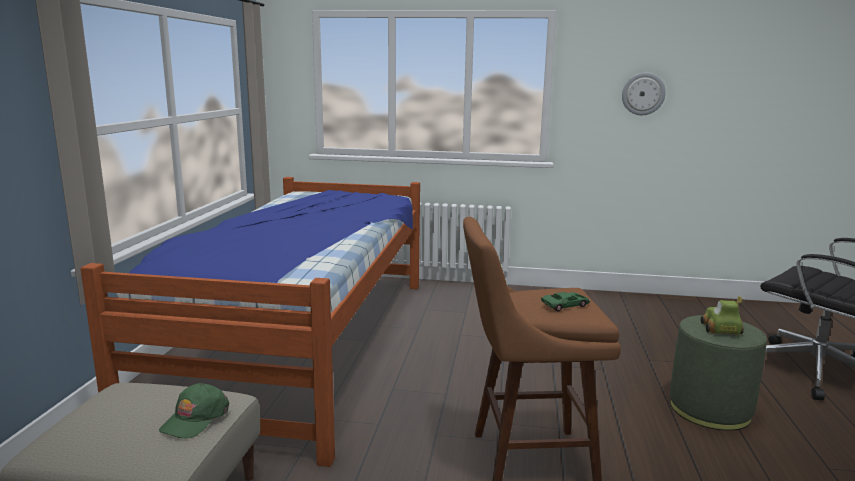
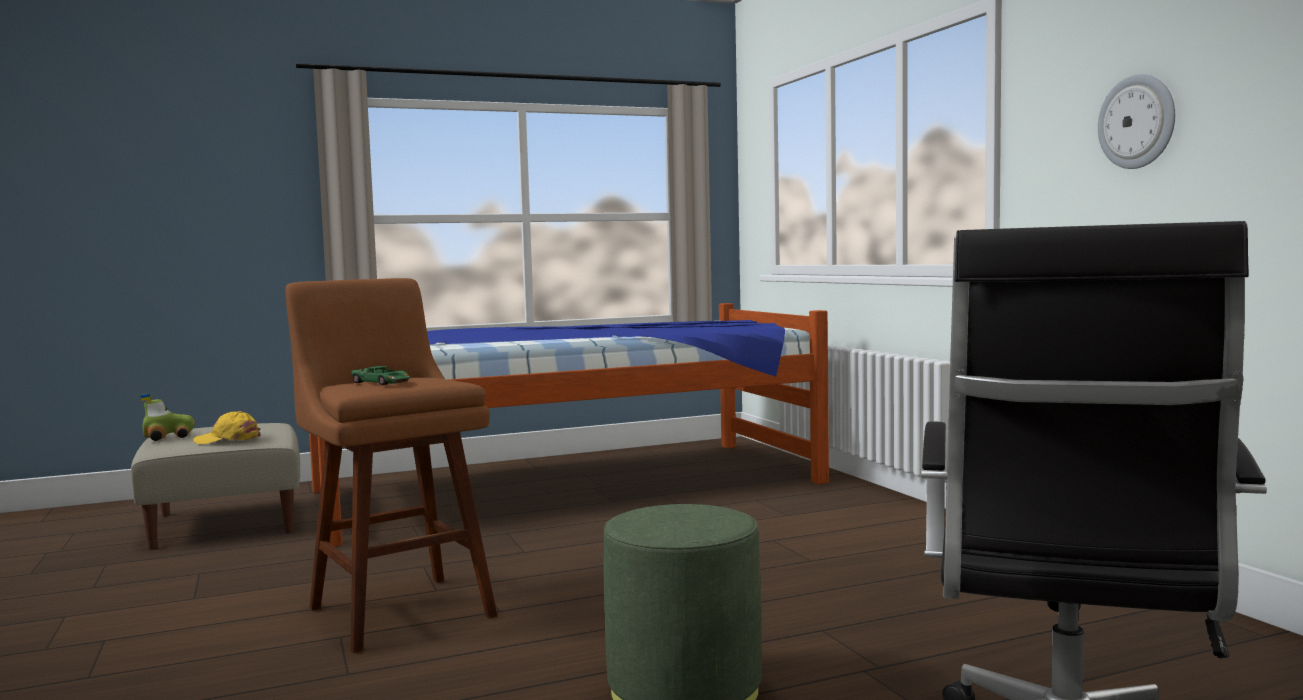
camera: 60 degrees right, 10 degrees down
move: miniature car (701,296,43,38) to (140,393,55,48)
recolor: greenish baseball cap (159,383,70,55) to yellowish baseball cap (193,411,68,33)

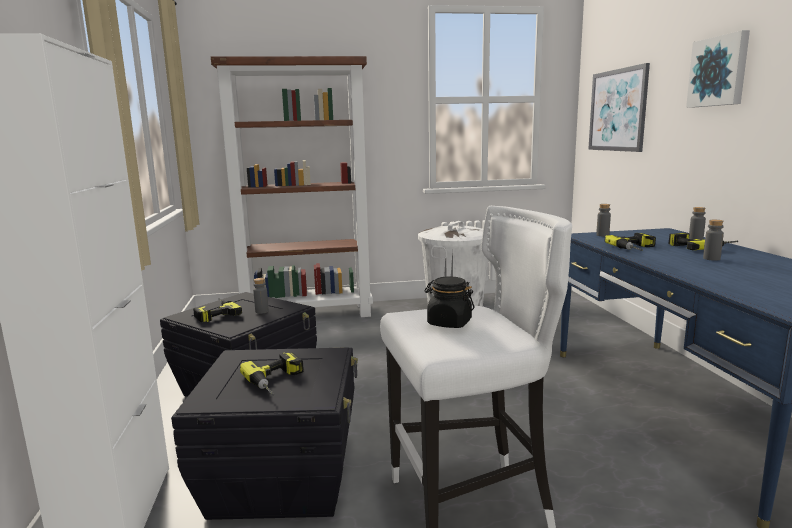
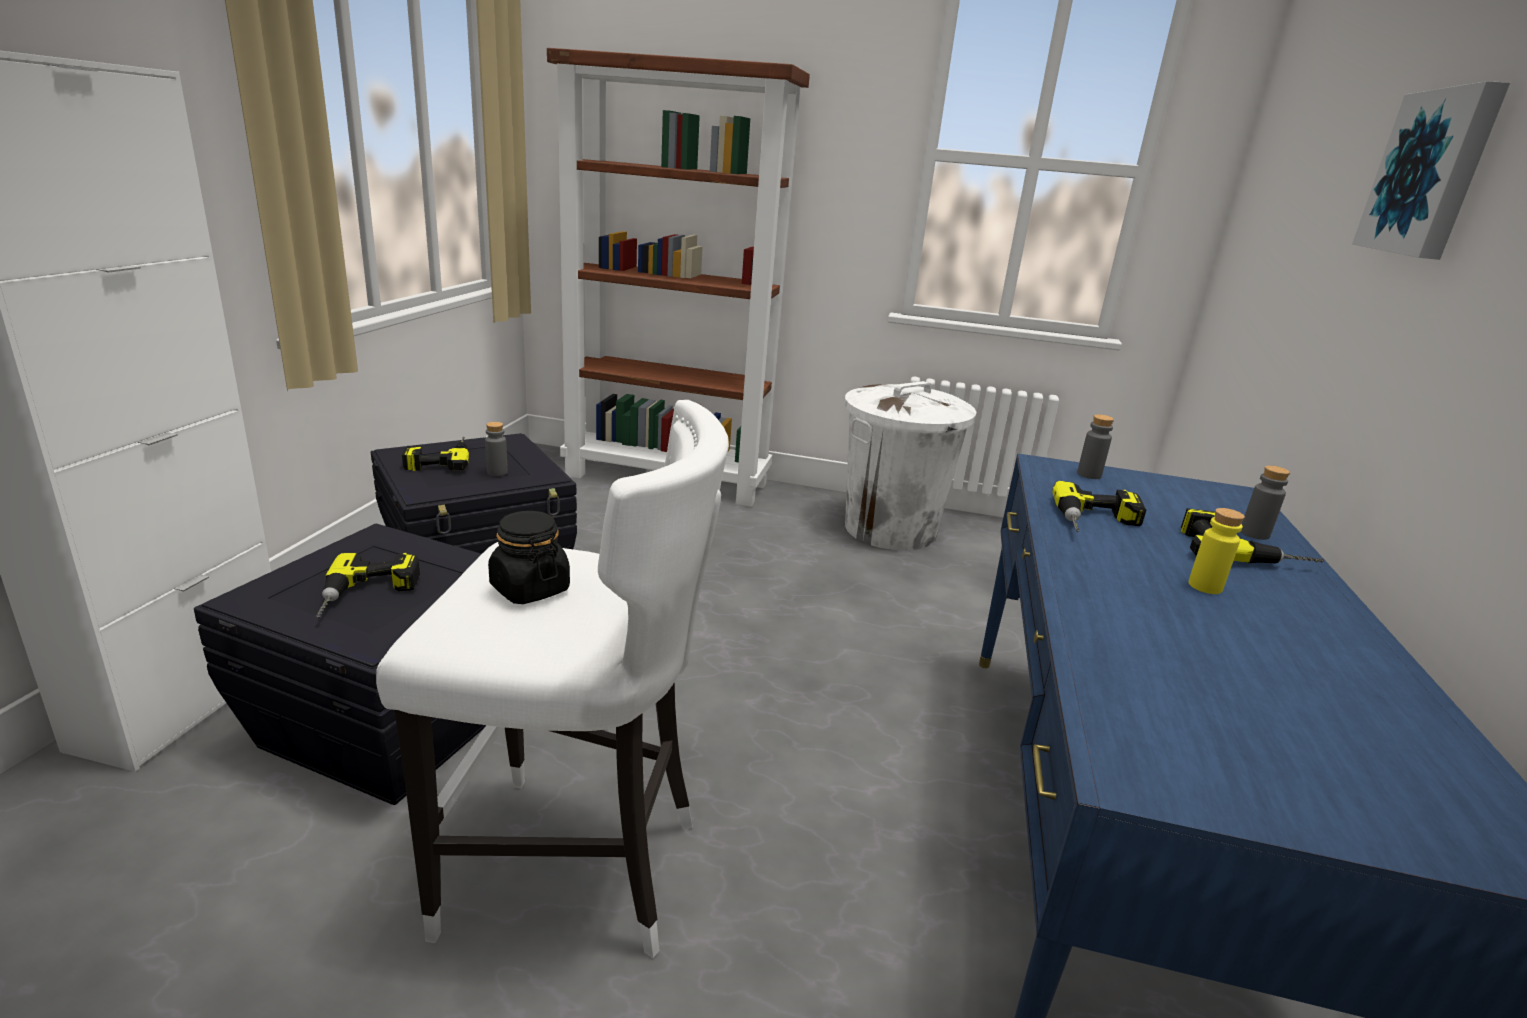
camera: 20 degrees right, 10 degrees up
delete: wall art (588,63,62,89)
recolor: grey drink bottle (703,220,21,41) to yellowish drink bottle (1189,508,56,86)

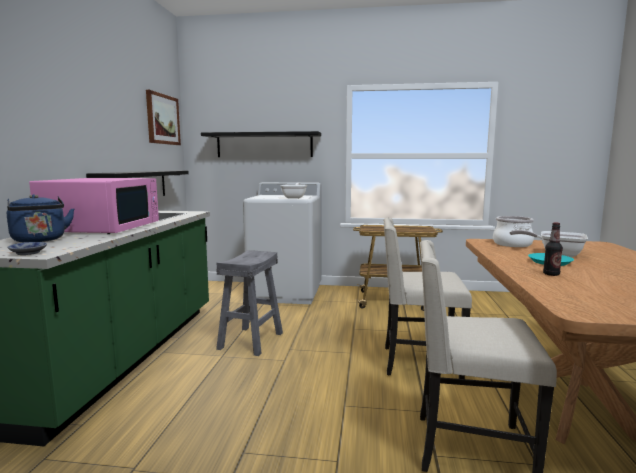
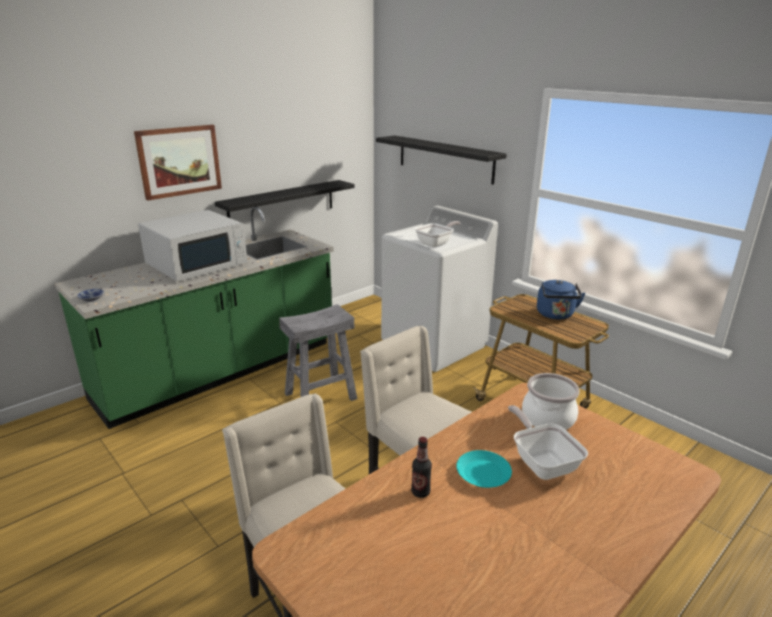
camera: 40 degrees right, 15 degrees up
move: wall art (146,90,35,55) to (134,125,88,76); blue-coloured water kettle (7,194,67,49) to (537,280,49,40)
recolor: pink-coloured microwave oven (29,178,130,56) to white-coloured microwave oven (138,210,109,72)

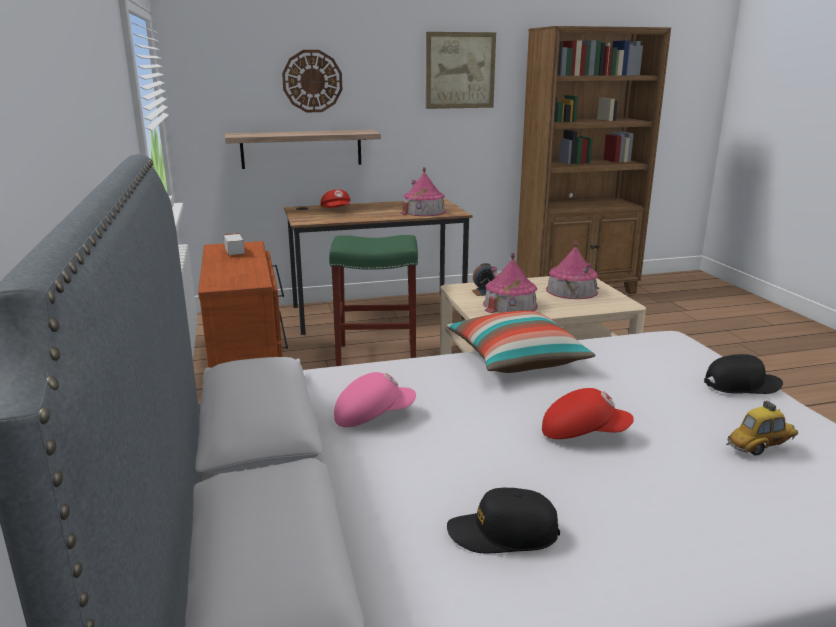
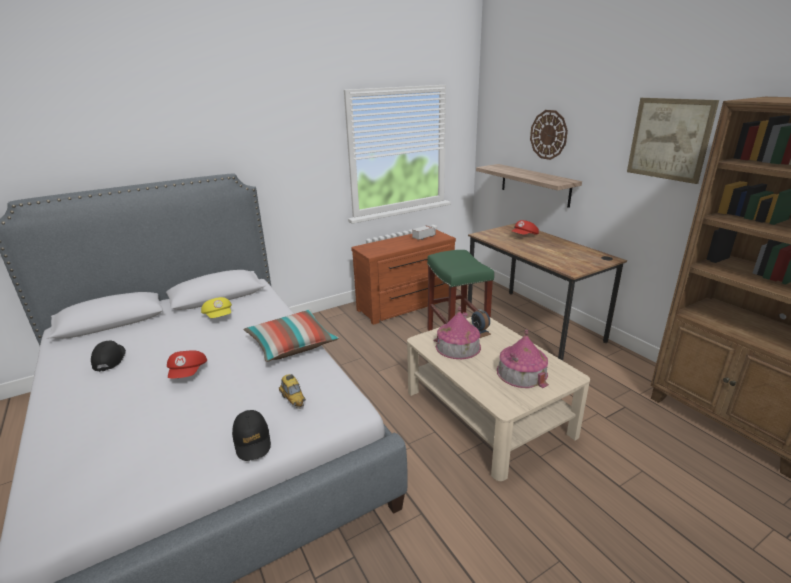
camera: 75 degrees right, 5 degrees up
delete: miniature house (400,167,46,49)
move: miniature car (726,399,72,57) to (279,374,27,35)
recolor: pink-coloured baseball cap (334,372,82,55) to yellowish baseball cap (201,297,31,21)

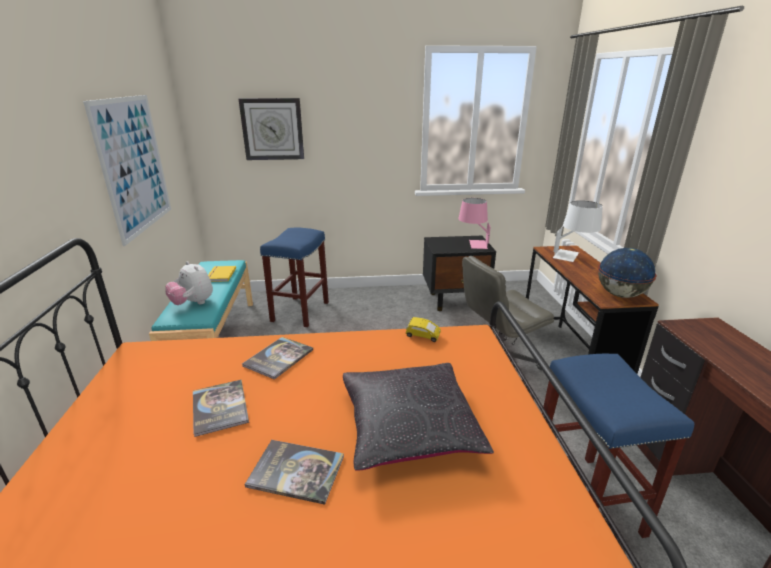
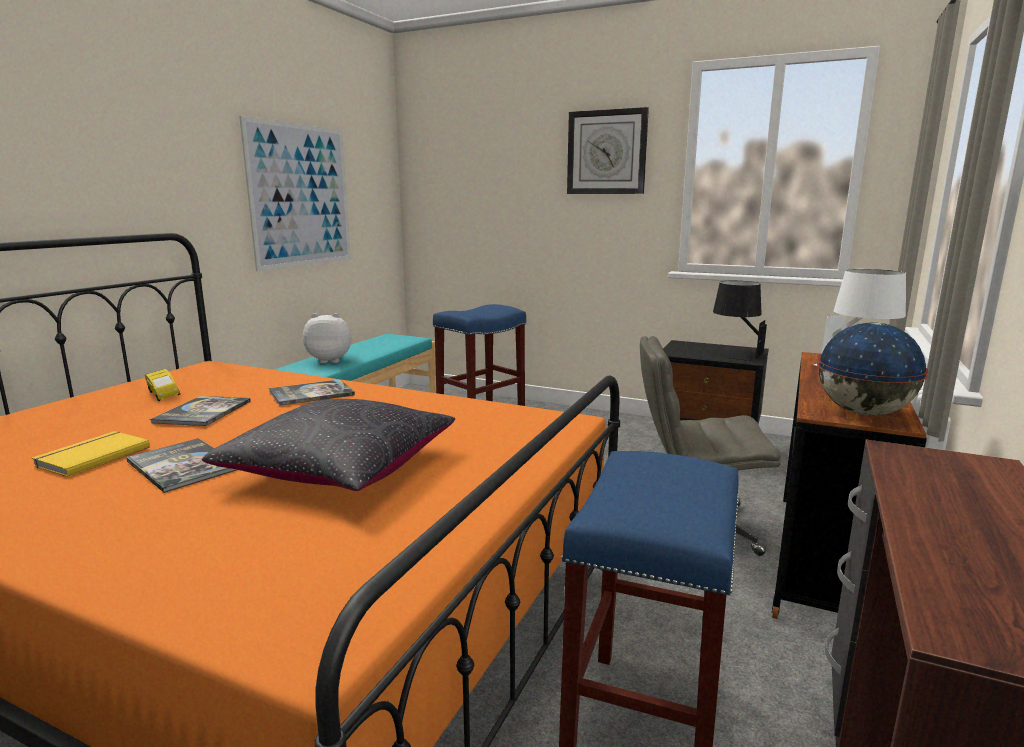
camera: 30 degrees right, 10 degrees down
move: yellowish book (208,266,28,16) to (32,431,118,46); yellowish miniature car (406,317,35,25) to (145,369,35,32); hanging clock (238,98,66,62) to (567,107,82,87)
recolor: pink-coloured lamp for a table (458,198,33,51) to black lamp for a table (713,281,54,80)
rotate: cuddly toy (165,261,48,44) = (303,313,48,50) 105 degrees clockwise

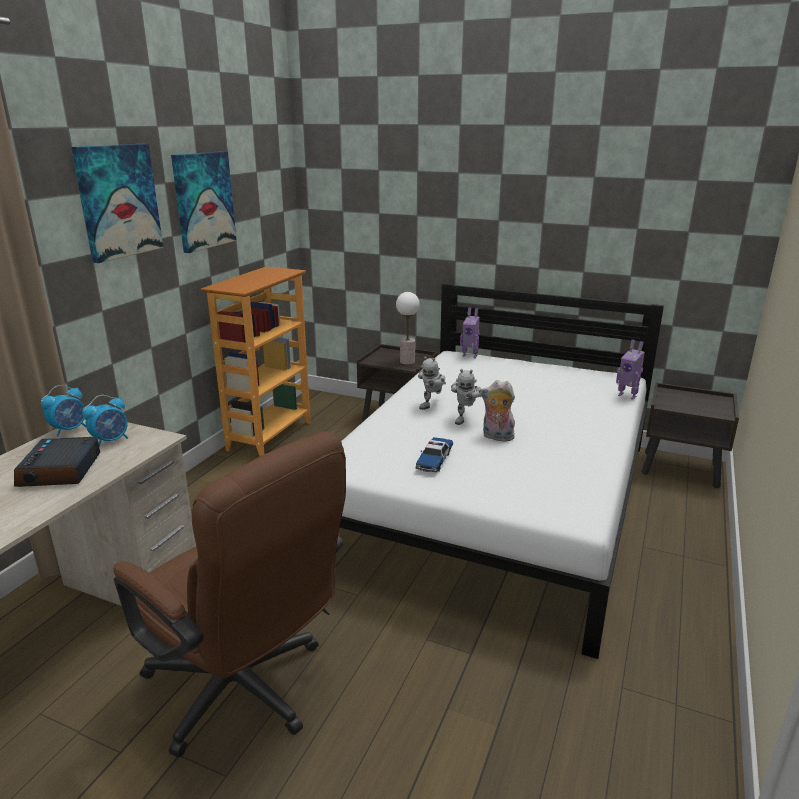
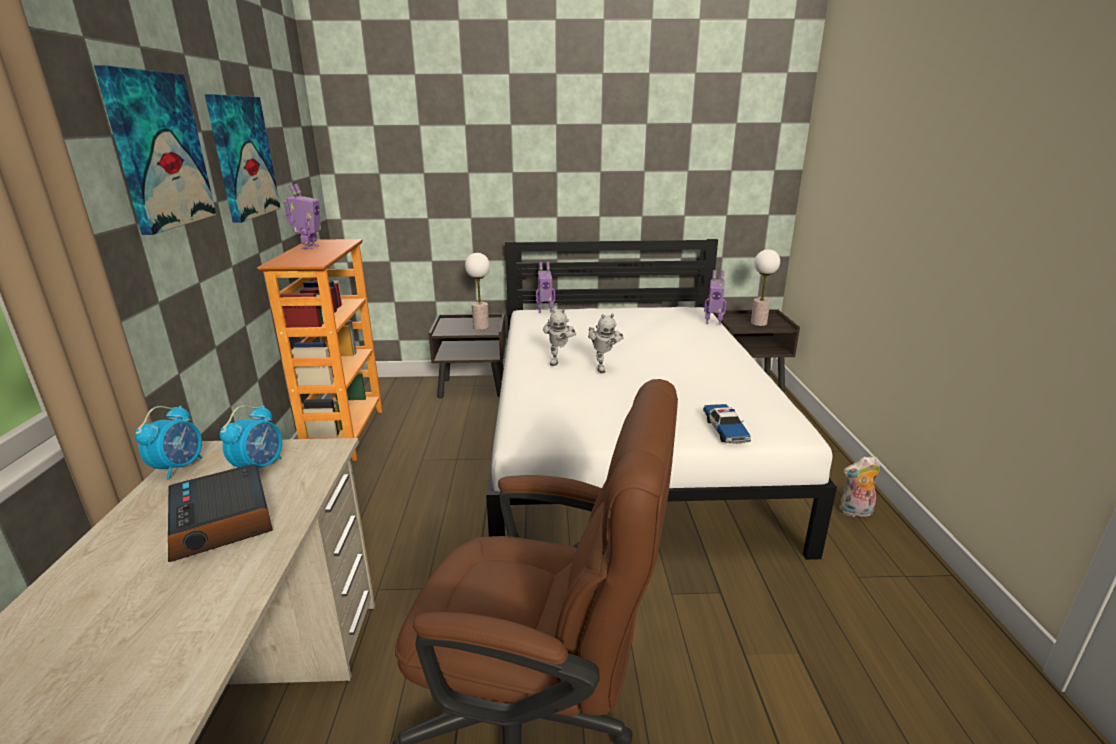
camera: 25 degrees left, 0 degrees up
insert: toy robot (283,184,38,65); lamp for a table (751,249,29,77)
move: miniature car (415,437,38,35) to (703,404,48,40); cuddly toy (480,380,35,62) to (839,456,41,61)

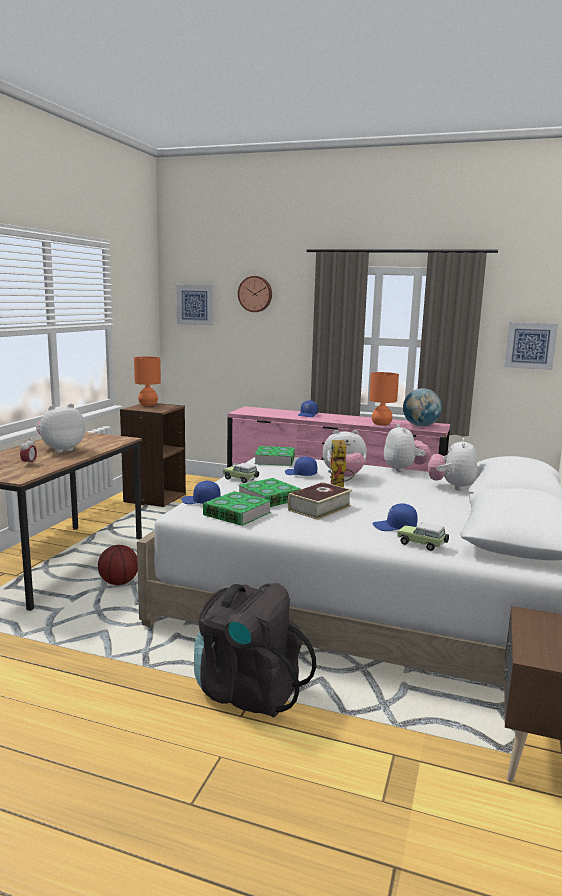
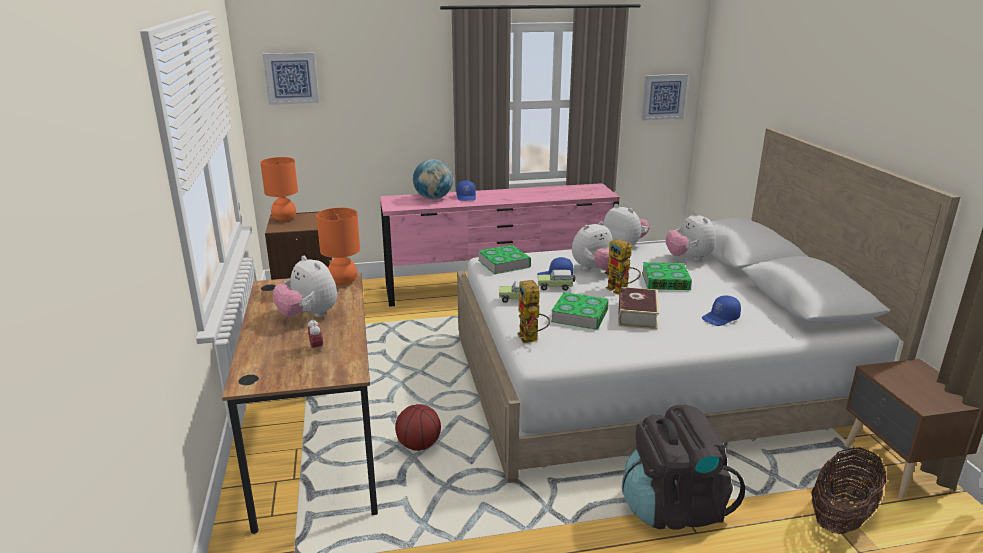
camera: 30 degrees left, 10 degrees up
delete: hanging clock (238,276,34,36)
insert: storage basket (811,447,76,87)
move: orangey lamp for a table (369,372,30,53) to (316,208,44,77); world globe (403,388,39,39) to (413,159,40,40); miniature car (397,522,52,29) to (538,270,37,21); book (203,491,68,35) to (642,262,50,28)
replace: blue-coloured baseball cap (181,481,40,23) to toy robot (517,280,33,63)
rotate: cuddly toy (36,403,49,50) = (273,256,64,61) 60 degrees counterclockwise

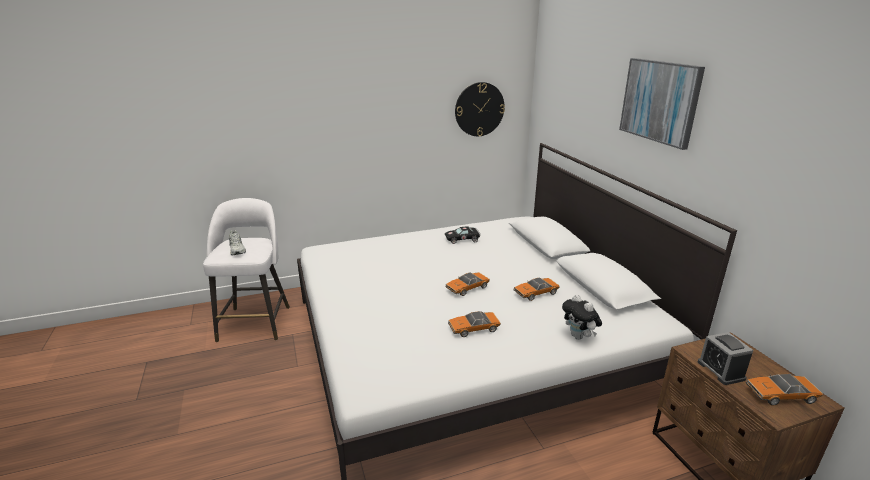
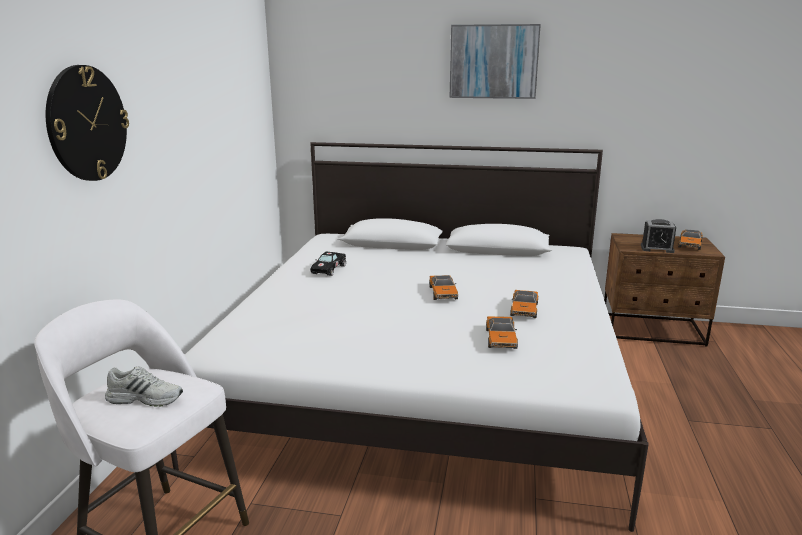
camera: 60 degrees left, 5 degrees down
delete: cuddly toy (562,295,40,45)
move: hanging clock (455,82,50,54) to (46,65,83,116); miniature car (514,277,46,24) to (486,316,32,33)

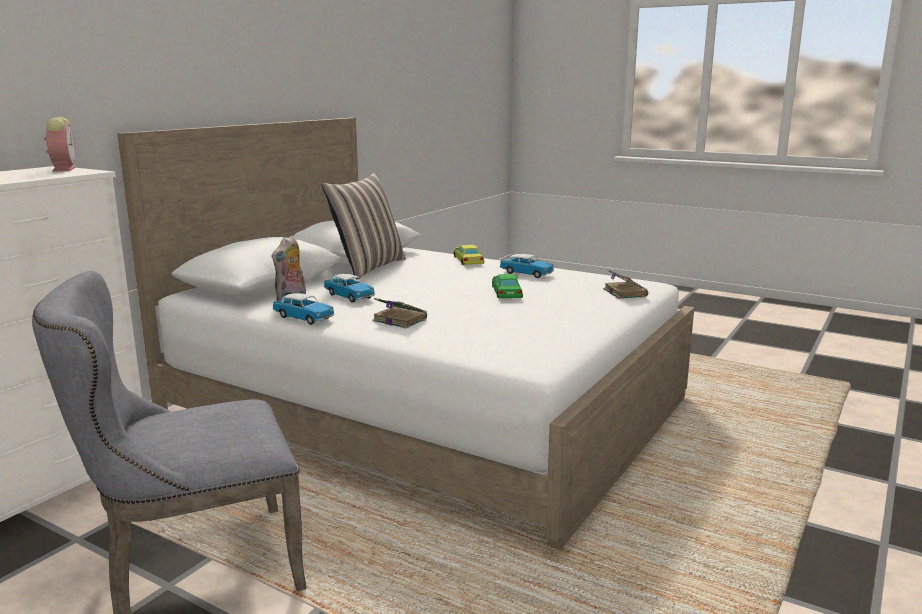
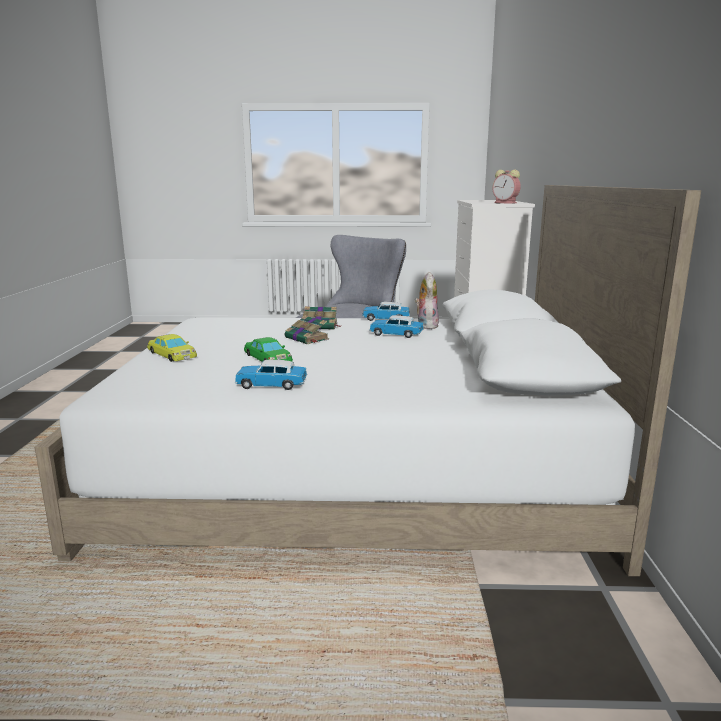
camera: 150 degrees right, 0 degrees up
delete: throw pillow (322,173,84,107)
move: yellowish miniature car (453,245,31,20) to (147,334,50,28); book (603,269,45,30) to (285,315,44,29)

